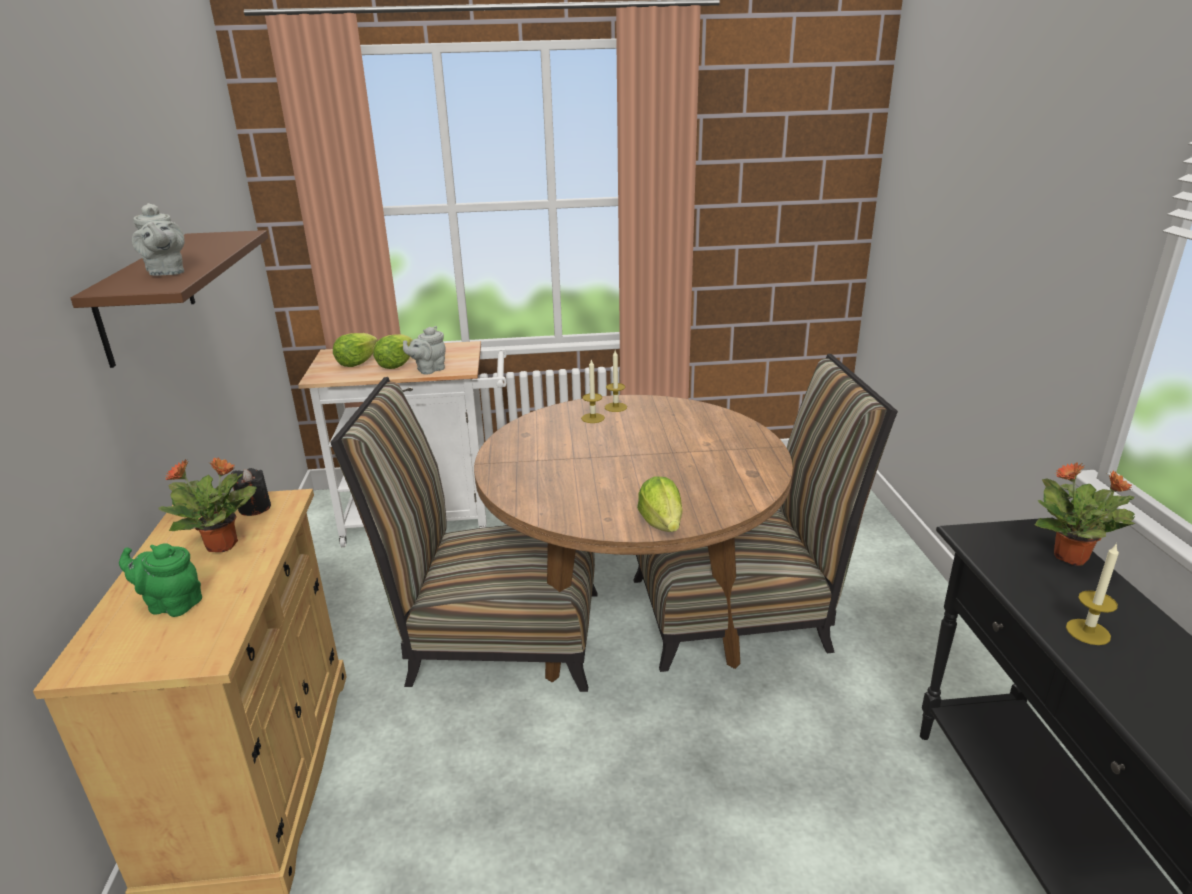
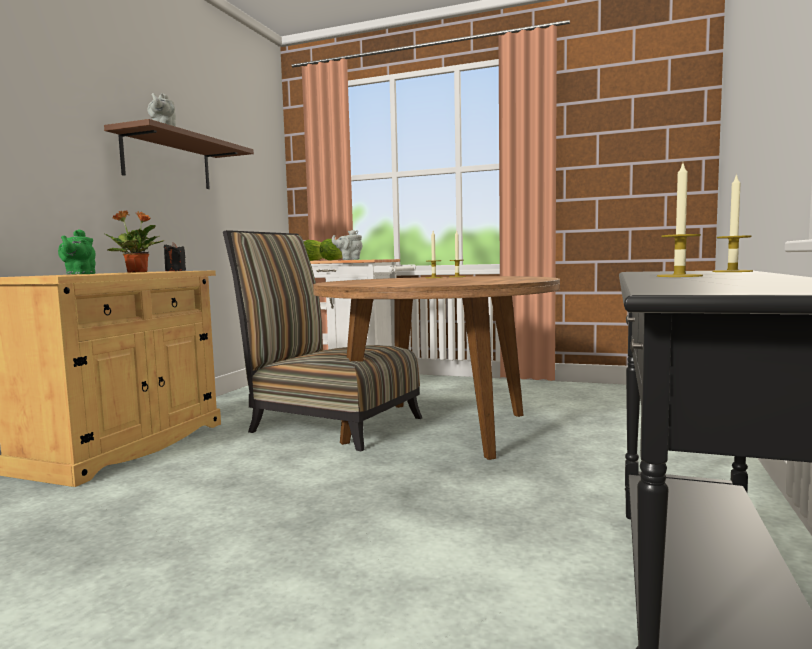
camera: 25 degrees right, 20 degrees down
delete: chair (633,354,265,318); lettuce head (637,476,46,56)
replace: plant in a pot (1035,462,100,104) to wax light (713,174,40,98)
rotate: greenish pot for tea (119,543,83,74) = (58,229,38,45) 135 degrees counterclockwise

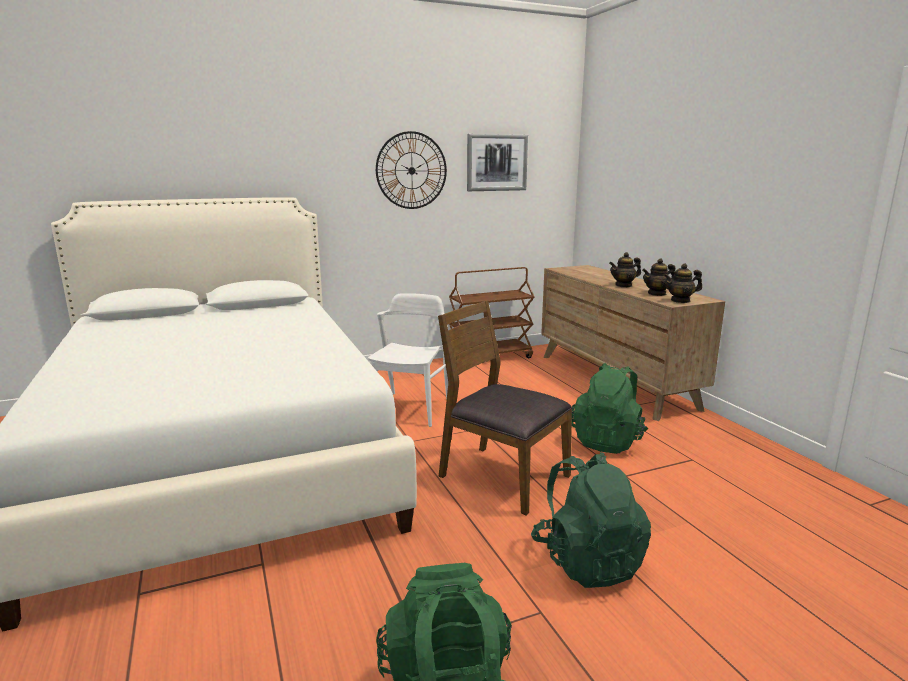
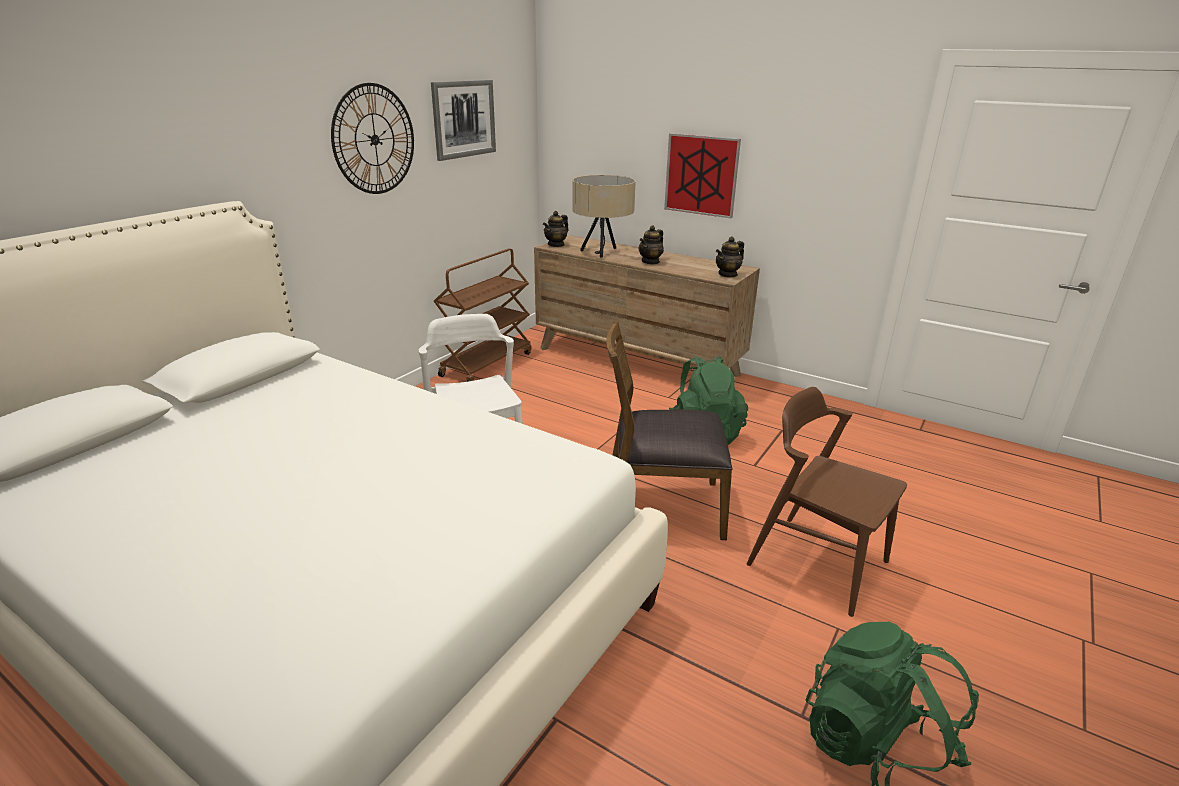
camera: 35 degrees left, 10 degrees up
insert: beige-coloured lamp for a table (572,175,63,82); wall art (664,133,77,85)
move: pot for tea (642,258,33,38) to (543,211,26,36)
replace: greenish backpack (531,452,120,136) to brown chair (746,387,161,230)

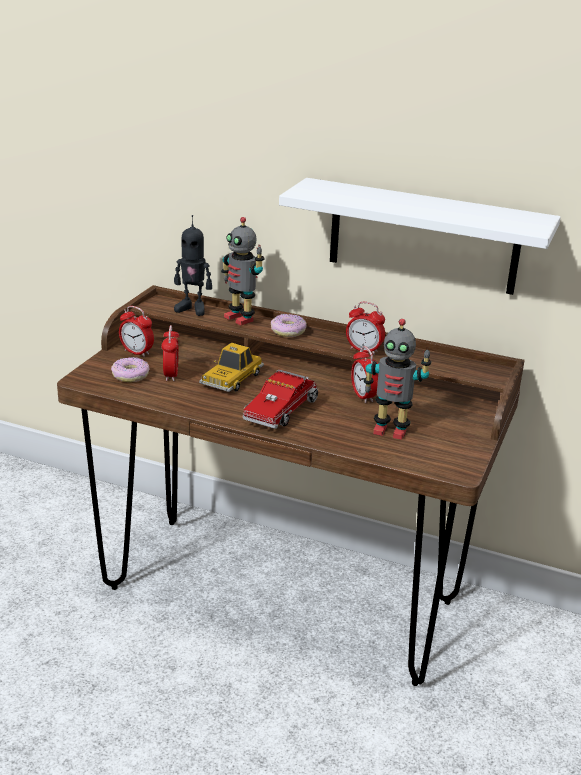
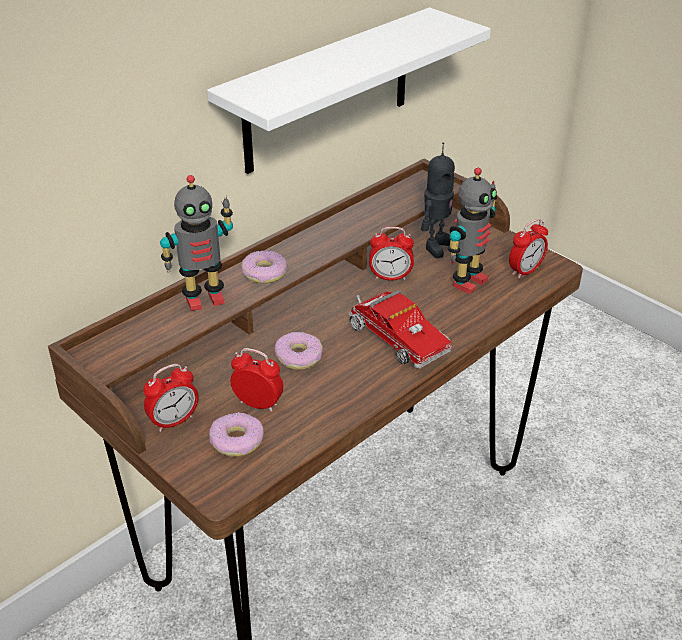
camera: 65 degrees left, 10 degrees up
move: toy robot (174,215,38,101) to (421,142,34,116); alarm clock (346,302,39,53) to (509,219,39,60)
replace: miniature car (199,343,65,49) to doughnut (275,331,48,39)

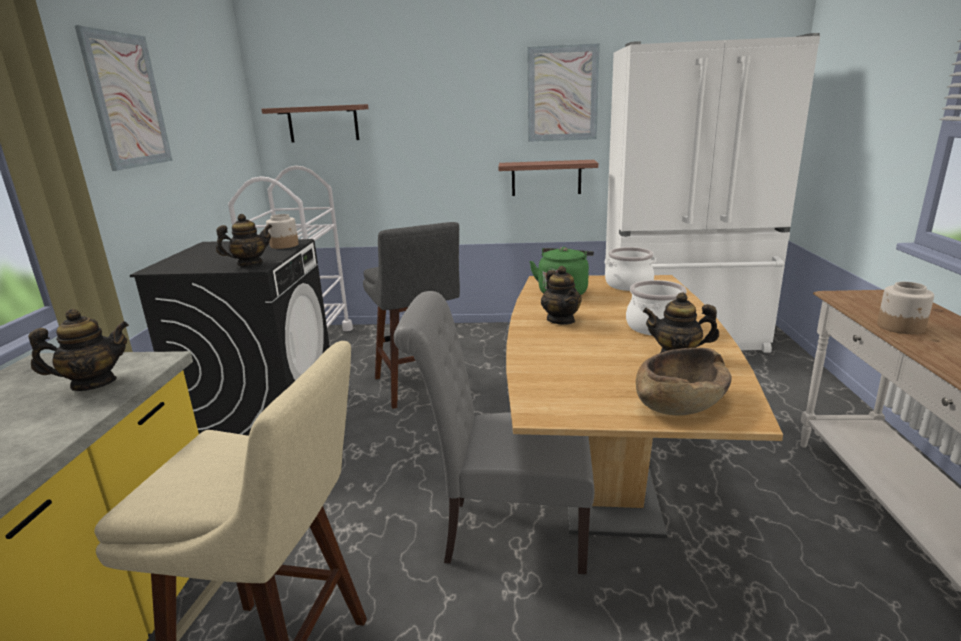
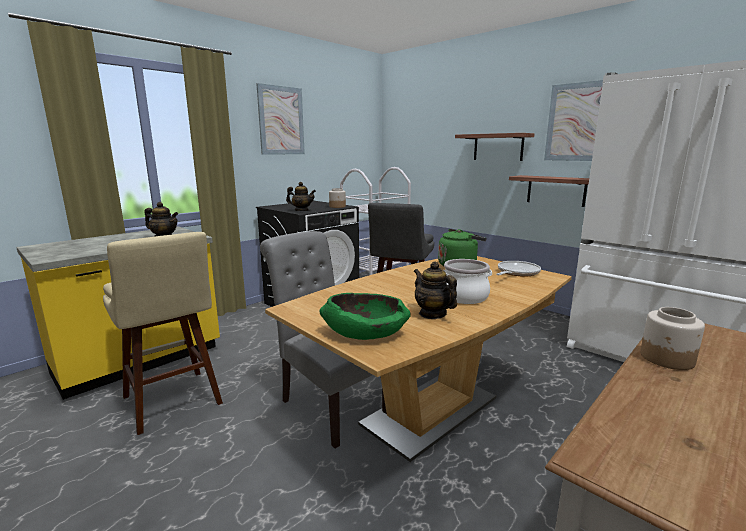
camera: 40 degrees right, 5 degrees down
delete: pot for tea (541,266,41,59)
move: shelf (262,104,106,39) to (455,133,79,28)
replace: cooking pot (604,247,52,44) to skillet (496,261,45,16)
recolor: brown bowl (636,348,96,67) to greenish bowl (319,293,92,47)

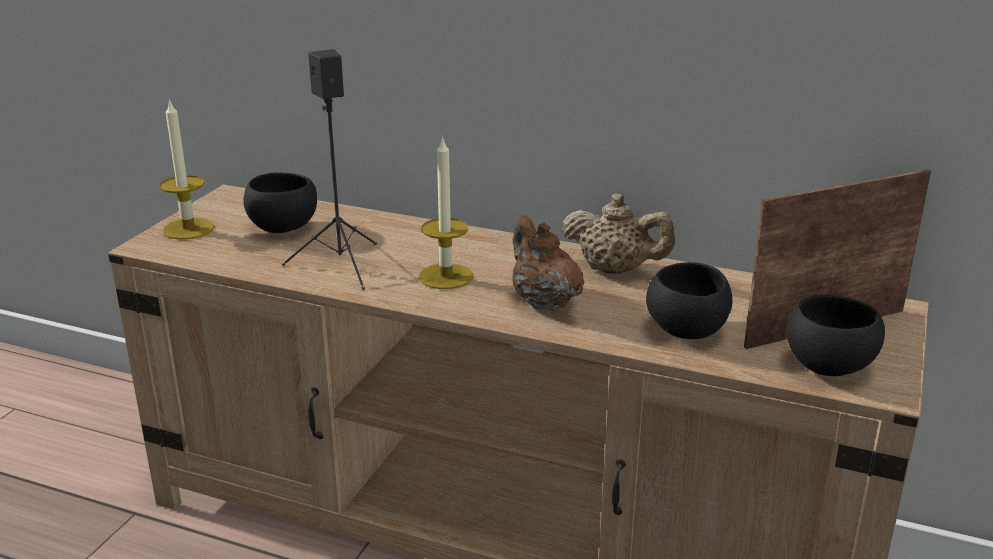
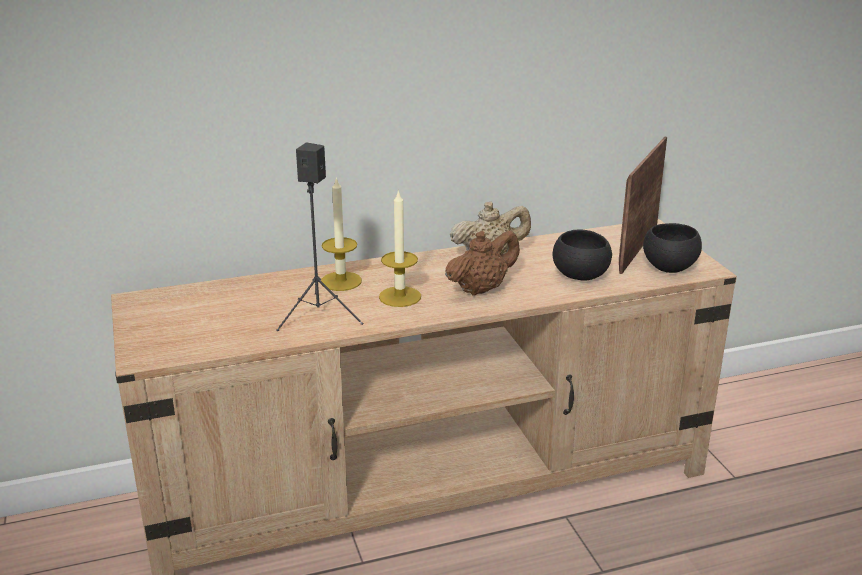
camera: 40 degrees left, 0 degrees up
delete: black bowl (243,172,74,61)
move: wax light (159,98,55,142) to (321,177,41,114)
rotate: brown pot for tea (512,215,72,96) = (445,231,75,65) 120 degrees clockwise

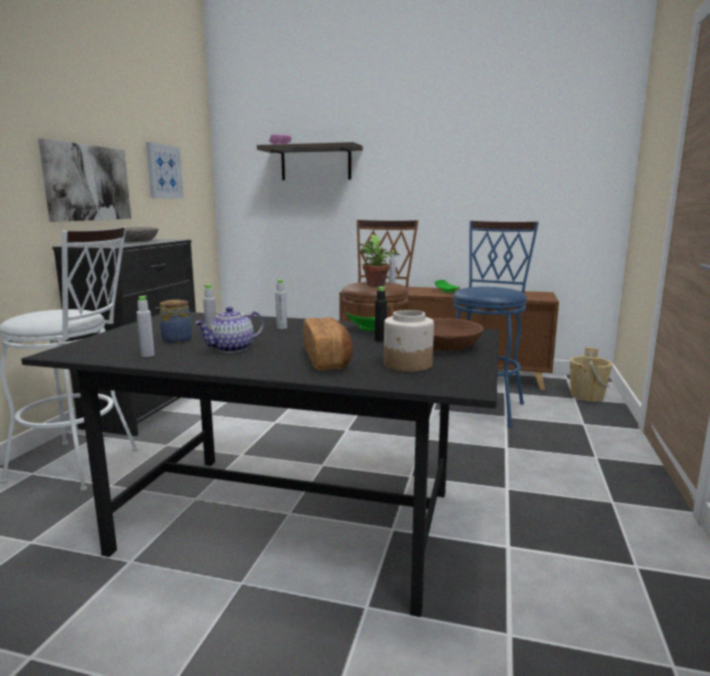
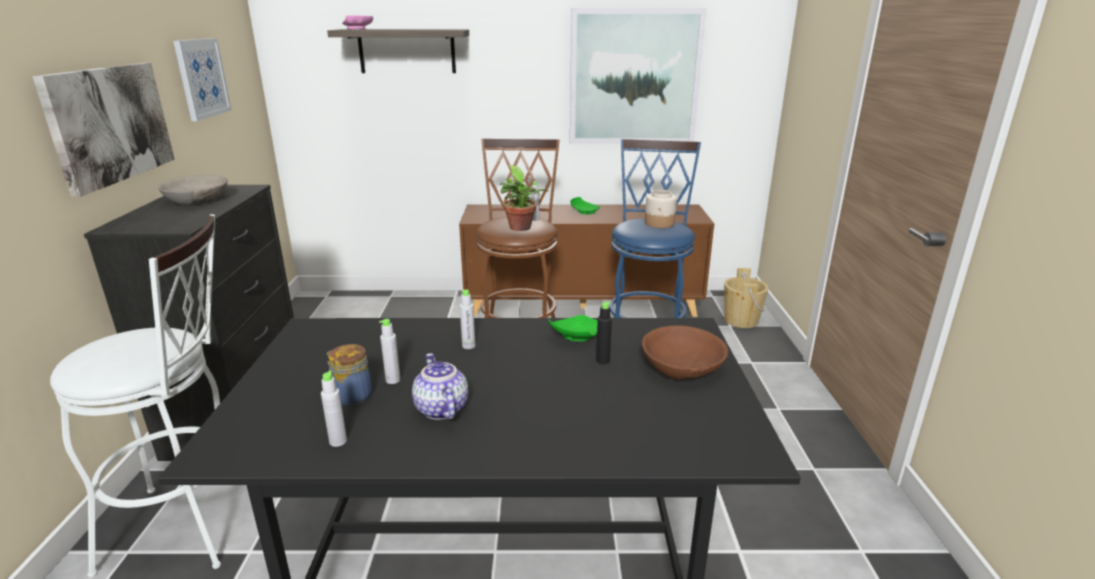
camera: 15 degrees left, 10 degrees up
delete: bread (303,317,50,53)
insert: wall art (570,8,136,136)
move: preserve jar (384,310,50,62) to (645,190,32,38)
rotate: pot for tea (195,307,69,46) = (412,353,56,67) 120 degrees clockwise

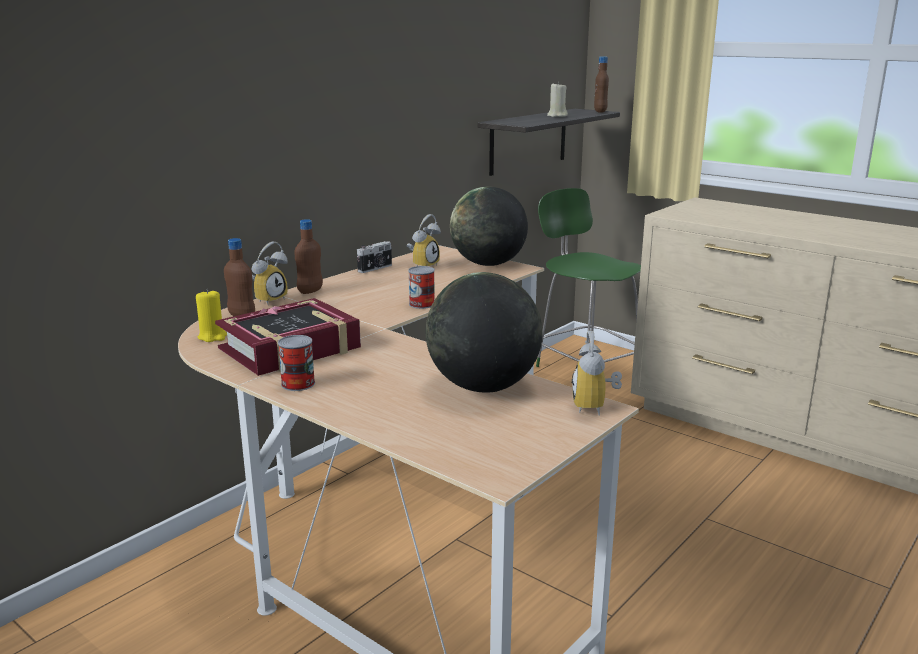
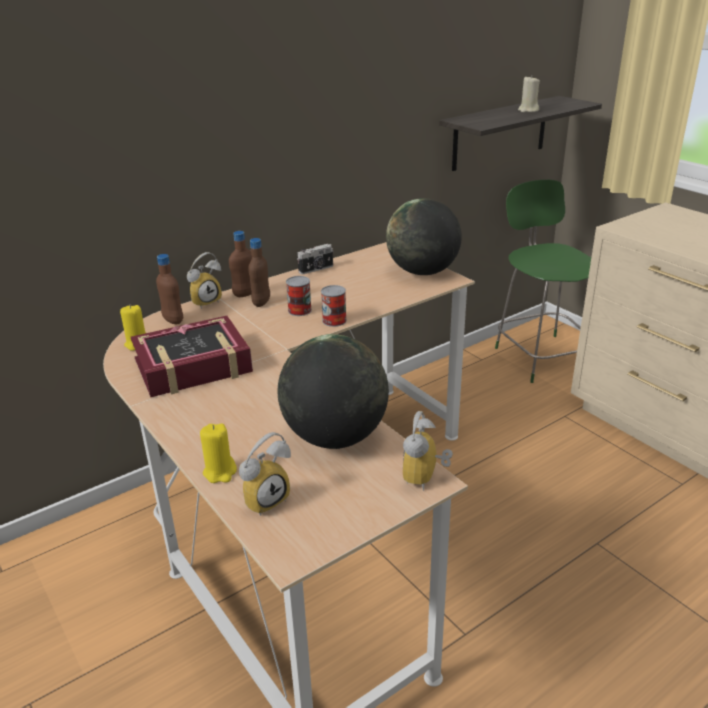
camera: 15 degrees right, 10 degrees up
insert: yellowish wax light (200,423,37,60)
move: alarm clock (406,214,35,52) to (239,432,52,84); brown drink bottle (594,57,15,56) to (248,238,22,69); sealed can (278,335,37,56) to (286,276,26,40)

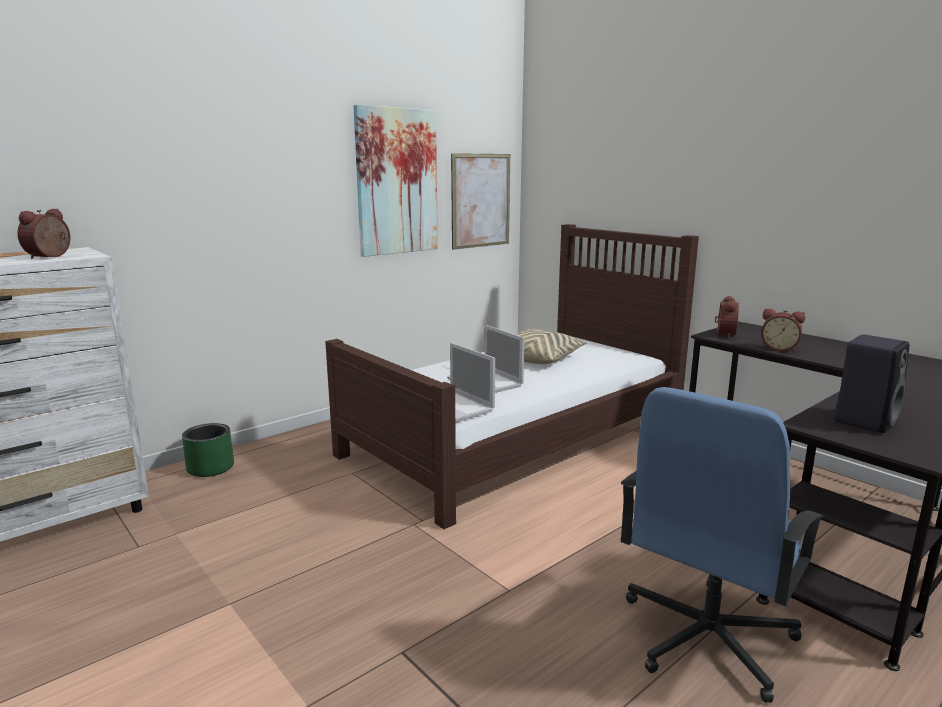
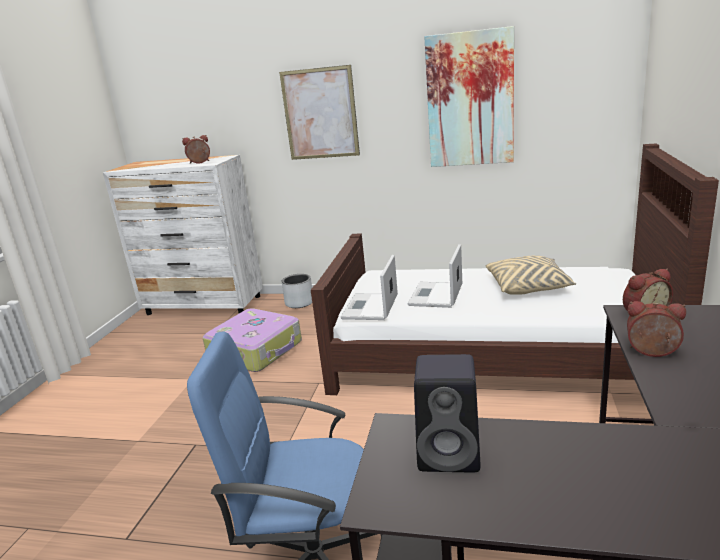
camera: 55 degrees right, 5 degrees up
insert: travel case (202,308,100,64)
move: wall art (451,153,59,97) to (279,65,81,95)
recolor: greenish plant pot (182,423,52,54) to grey plant pot (282,274,30,34)
rotate: alarm clock (761,309,44,43) = (627,301,59,56) 120 degrees clockwise

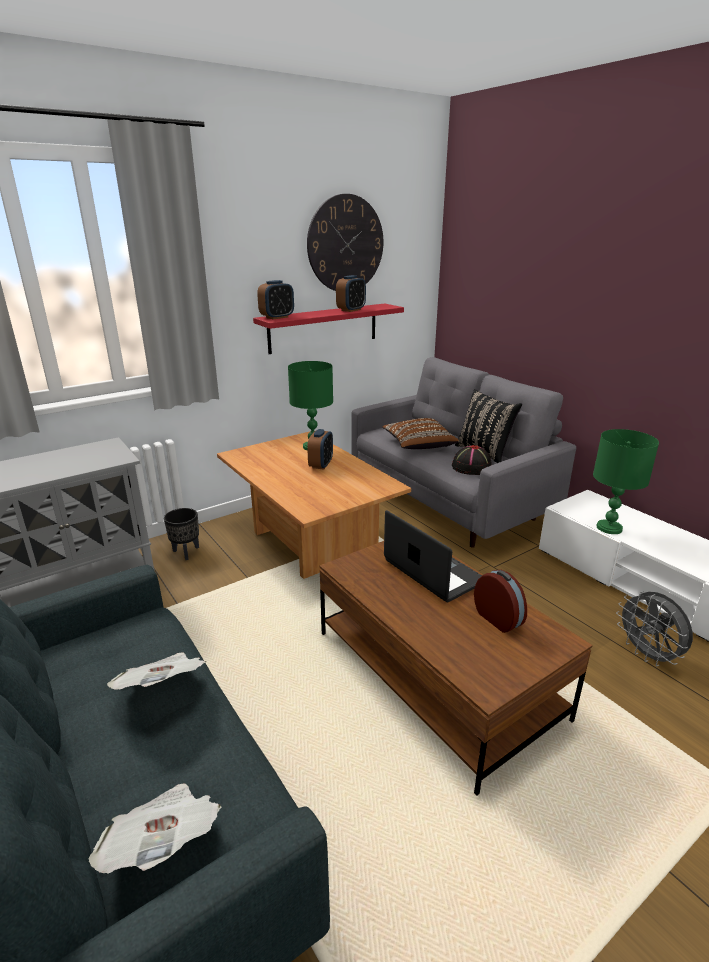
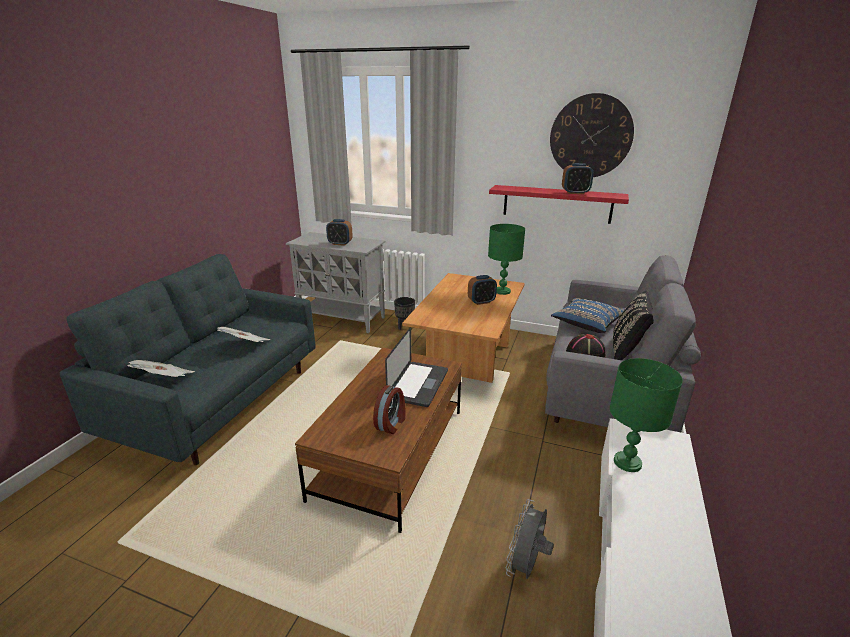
camera: 55 degrees right, 0 degrees up
move: alarm clock (257,280,37,40) to (326,219,27,27)
recolor: brown throw pillow (382,418,77,31) to blue-coloured throw pillow (551,298,72,35)

